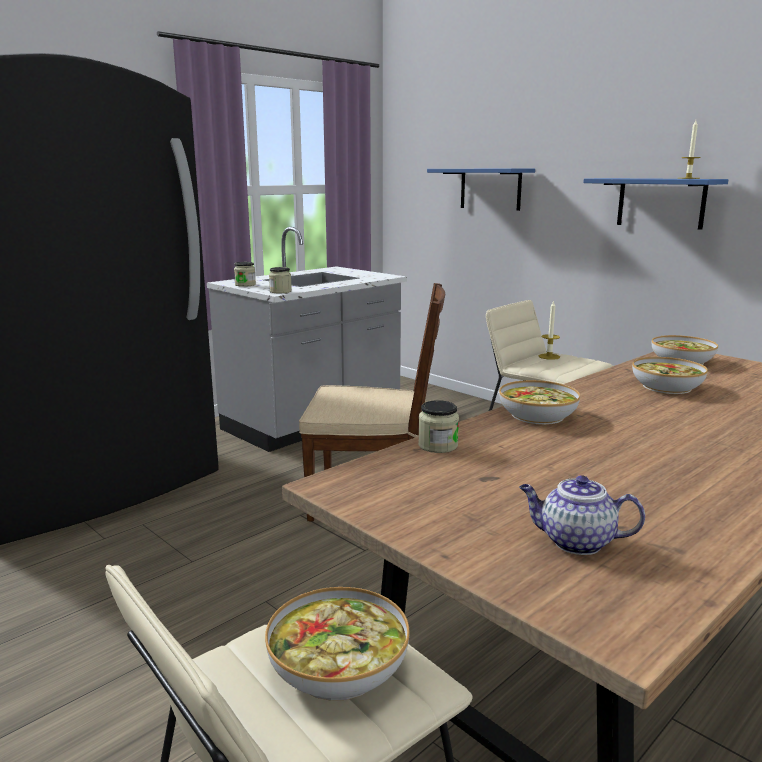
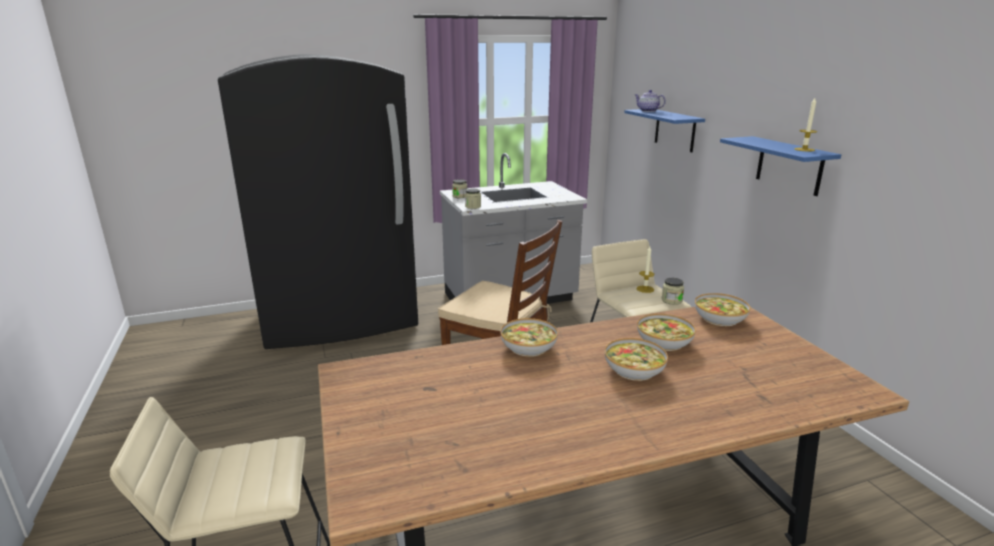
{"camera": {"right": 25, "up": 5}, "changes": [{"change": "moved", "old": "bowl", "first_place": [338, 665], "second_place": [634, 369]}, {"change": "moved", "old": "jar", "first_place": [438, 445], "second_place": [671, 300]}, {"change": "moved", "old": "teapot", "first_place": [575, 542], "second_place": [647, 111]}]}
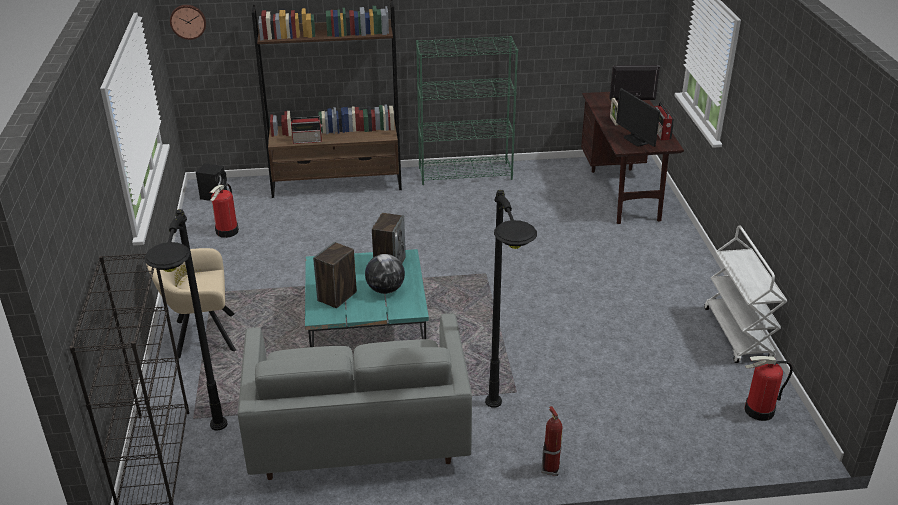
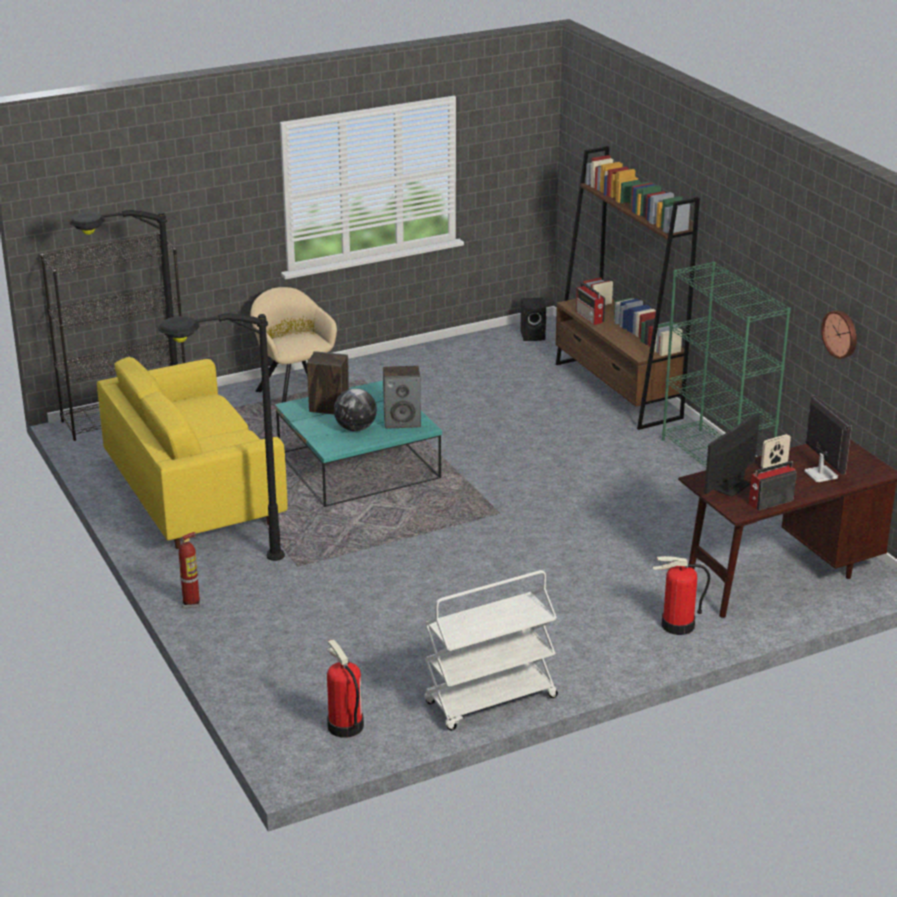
{"camera": {"right": 70, "up": -5}, "changes": [{"change": "moved", "old": "wall clock", "first_place": [188, 21], "second_place": [841, 333]}, {"change": "moved", "old": "fire extinguisher", "first_place": [227, 231], "second_place": [677, 625]}, {"change": "recoloured", "old": "grey sofa", "new": "yellow sofa", "first_place": [358, 435], "second_place": [195, 497]}]}
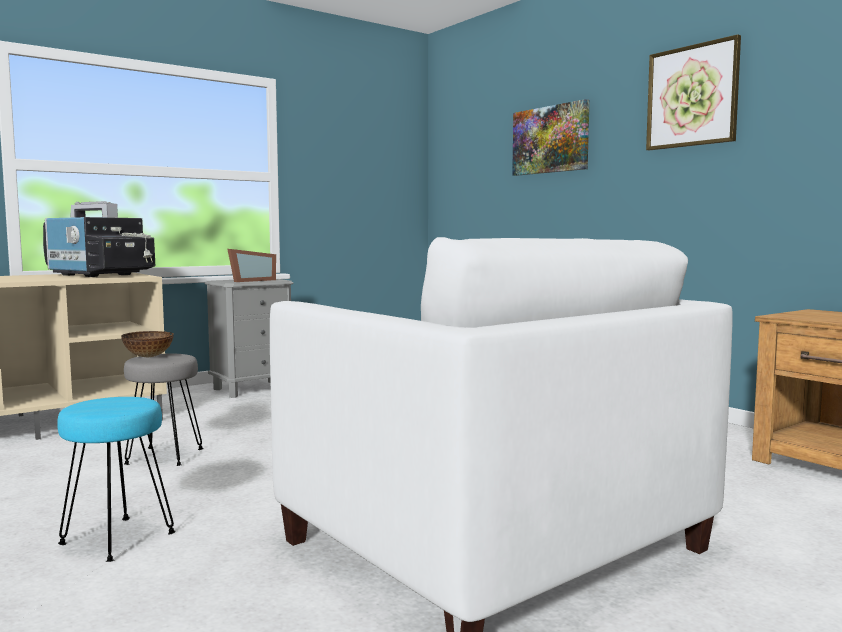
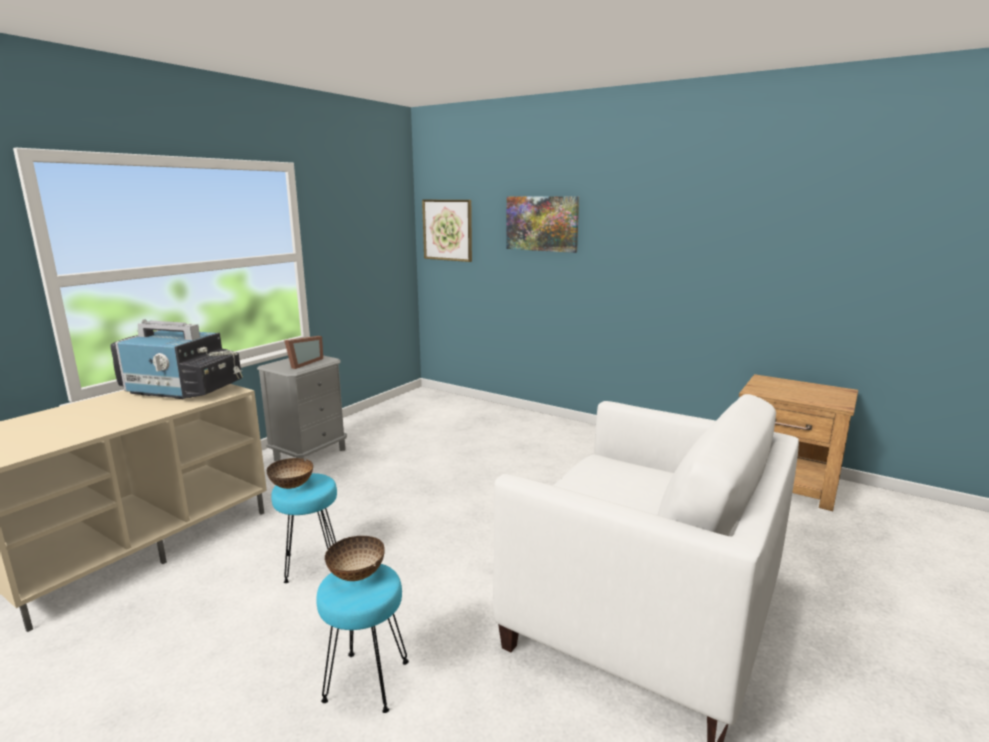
{"camera": {"right": -20, "up": 10}, "changes": [{"change": "added", "new": "bowl", "second_place": [356, 575]}, {"change": "moved", "old": "picture", "first_place": [692, 96], "second_place": [447, 230]}, {"change": "recoloured", "old": "grey stool", "new": "turquoise stool", "first_place": [165, 456], "second_place": [312, 563]}]}
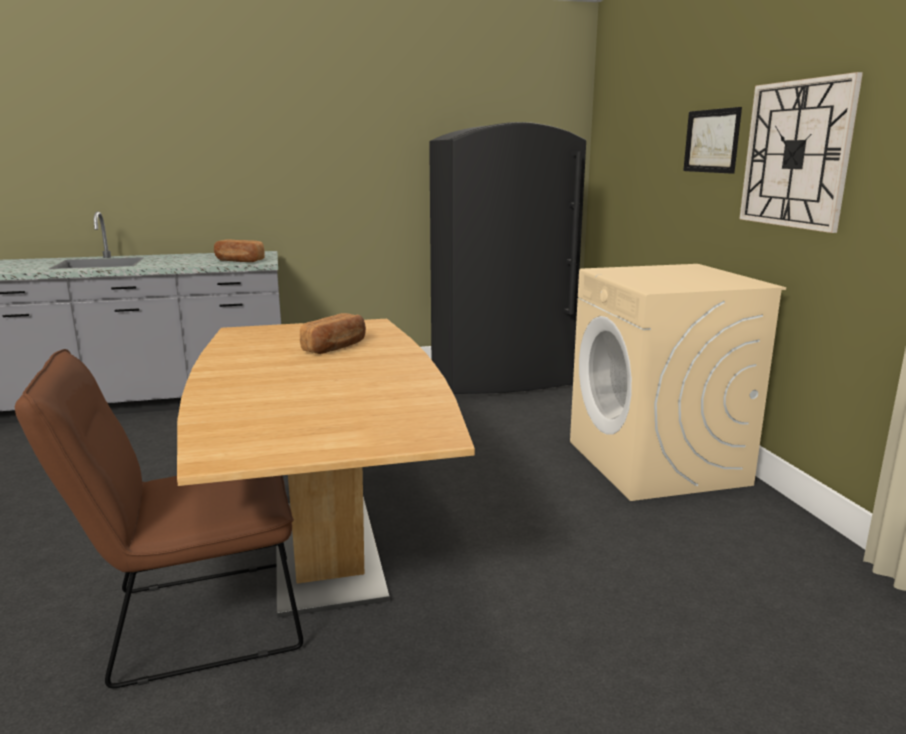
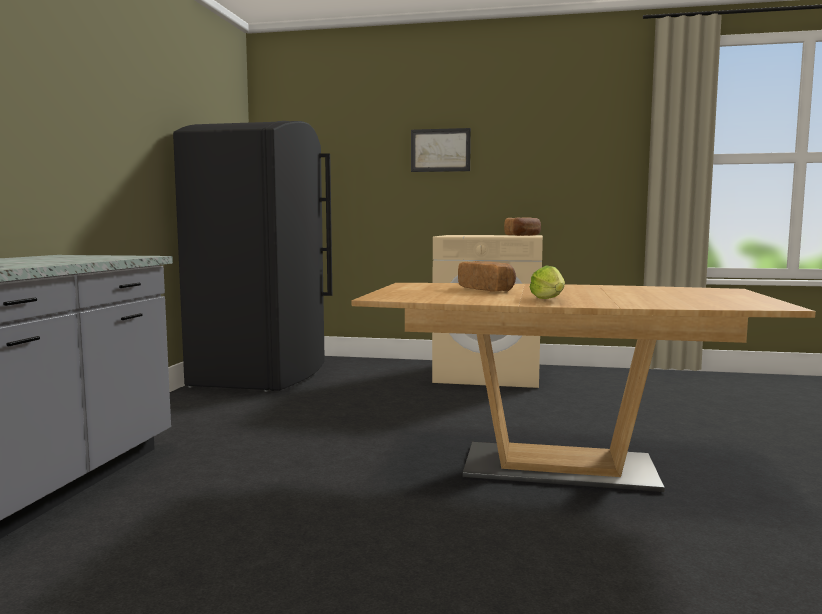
{"camera": {"right": -65, "up": -10}, "changes": [{"change": "removed", "old": "brown chair", "first_place": [191, 622]}, {"change": "removed", "old": "wall clock", "first_place": [796, 154]}, {"change": "added", "new": "lettuce", "second_place": [549, 299]}, {"change": "moved", "old": "bread", "first_place": [239, 261], "second_place": [523, 235]}]}
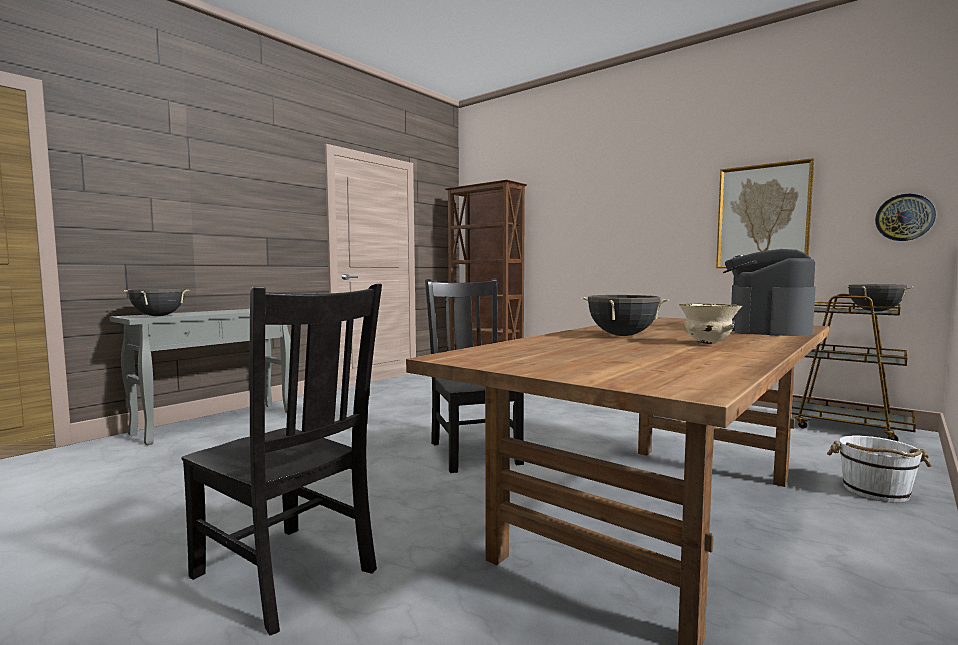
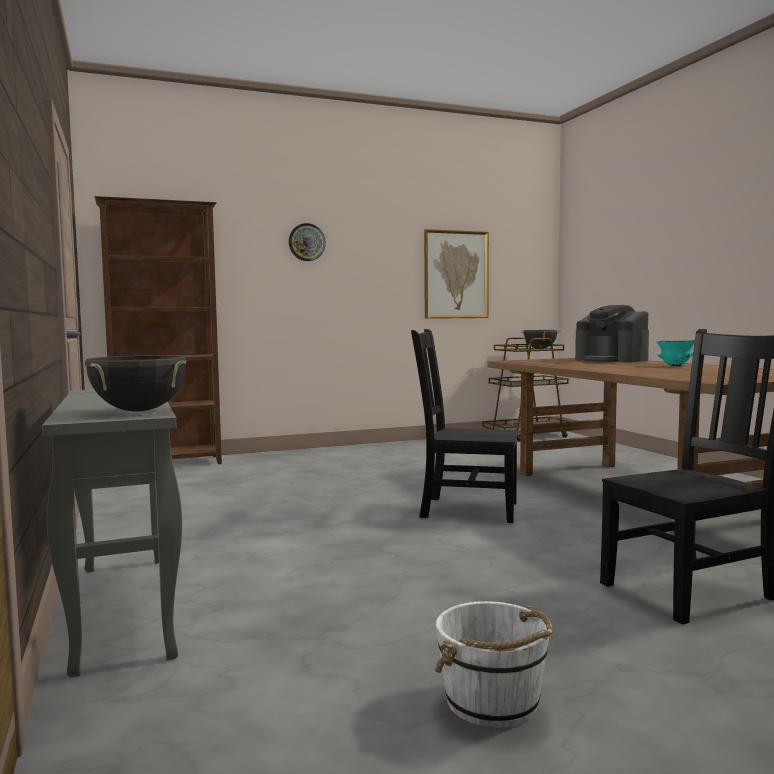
{"camera": {"right": -60, "up": 0}, "changes": [{"change": "removed", "old": "black cooking pot", "first_place": [622, 335]}, {"change": "moved", "old": "white bucket", "first_place": [875, 491], "second_place": [493, 702]}, {"change": "moved", "old": "wall clock", "first_place": [904, 217], "second_place": [306, 242]}, {"change": "recoloured", "old": "beige bowl", "new": "turquoise bowl", "first_place": [708, 343], "second_place": [675, 366]}]}
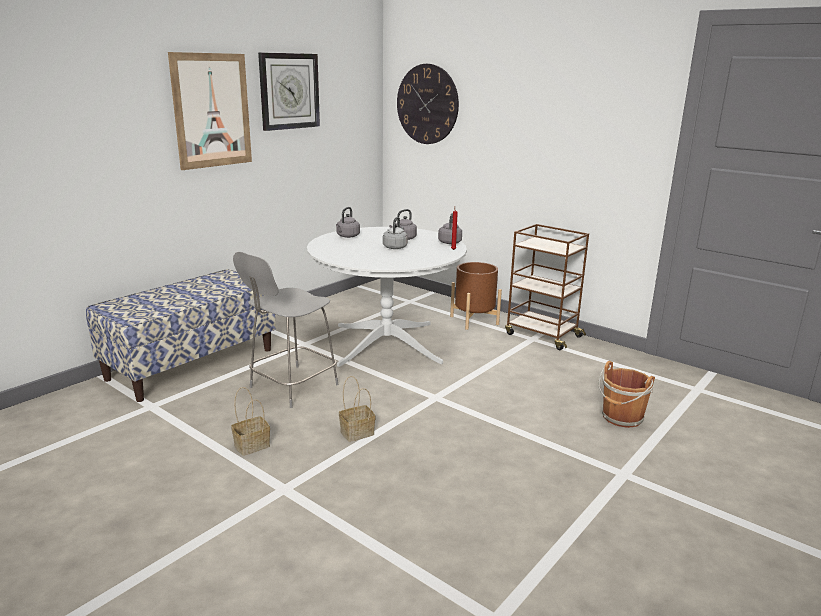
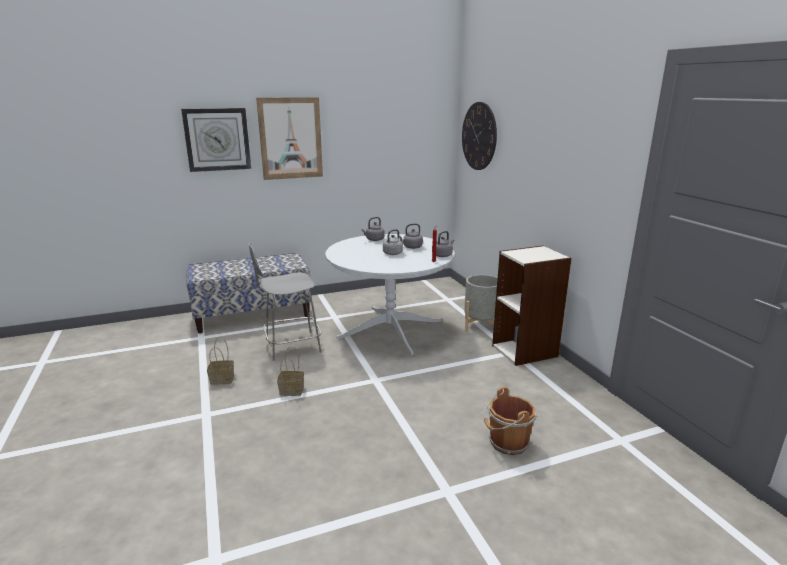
{"camera": {"right": 30, "up": 0}, "changes": [{"change": "moved", "old": "wall clock", "first_place": [289, 91], "second_place": [217, 139]}, {"change": "replaced", "old": "brown cart", "new": "bookcase", "first_place": [542, 335], "second_place": [525, 351]}, {"change": "recoloured", "old": "brown planter", "new": "grey planter", "first_place": [474, 320], "second_place": [481, 325]}]}
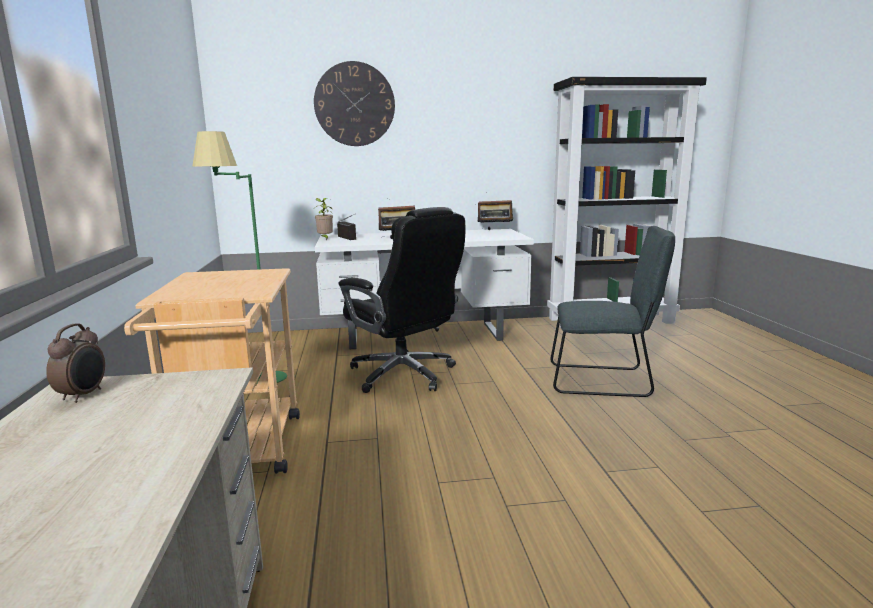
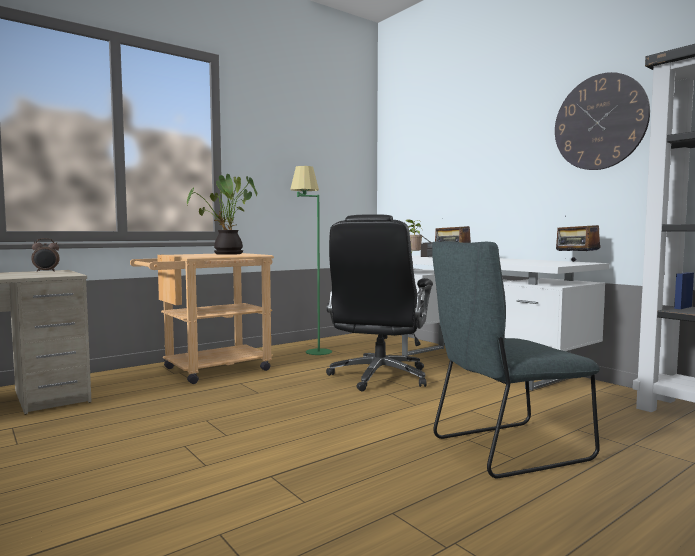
{"camera": {"right": 60, "up": -10}, "changes": [{"change": "added", "new": "potted plant", "second_place": [226, 254]}, {"change": "moved", "old": "wall clock", "first_place": [354, 104], "second_place": [599, 122]}, {"change": "turned", "old": "grey chair", "first_place": [604, 381], "second_place": [505, 449], "degrees": 90}]}
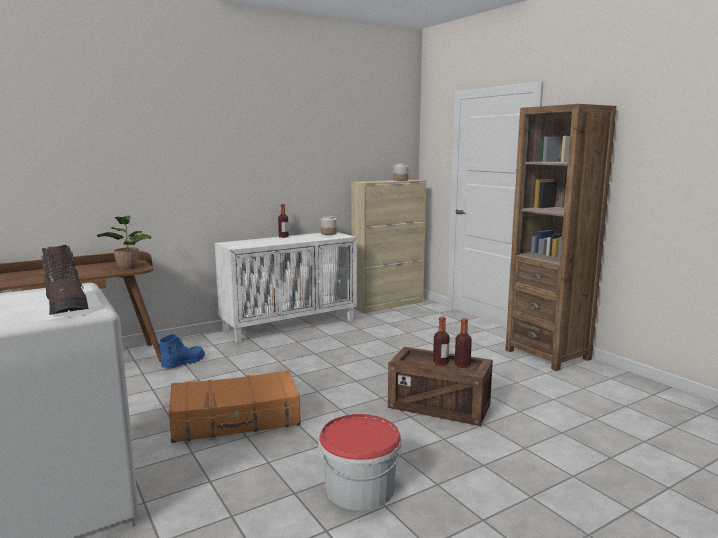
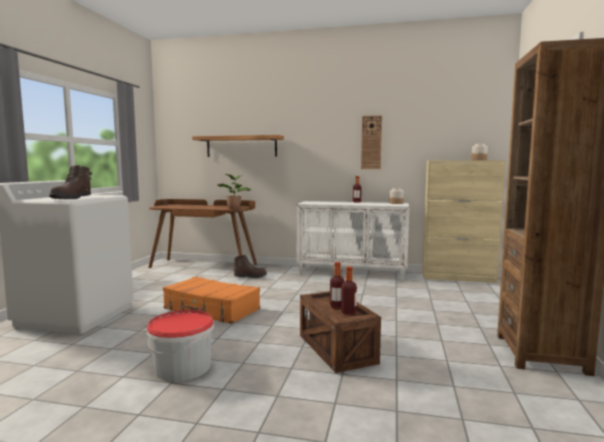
{"camera": {"right": 45, "up": -5}, "changes": [{"change": "added", "new": "shelf", "second_place": [241, 146]}, {"change": "added", "new": "wall clock", "second_place": [371, 142]}, {"change": "recoloured", "old": "blue boot", "new": "brown boot", "first_place": [183, 363], "second_place": [250, 277]}]}
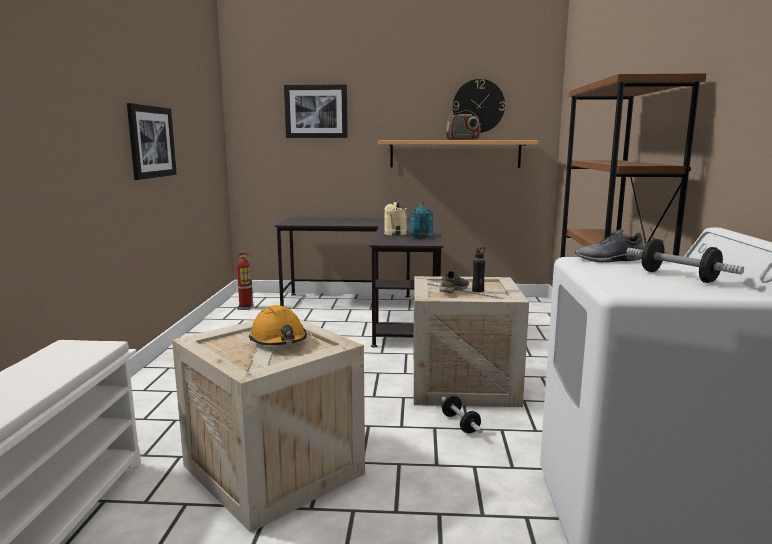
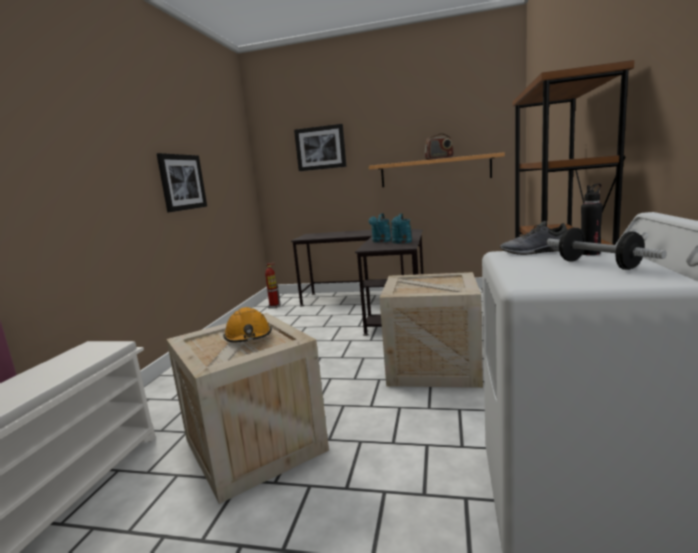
{"camera": {"right": 10, "up": 0}, "changes": [{"change": "removed", "old": "grey shoe", "first_place": [453, 289]}, {"change": "removed", "old": "dumbbell", "first_place": [460, 424]}, {"change": "removed", "old": "wall clock", "first_place": [478, 106]}, {"change": "moved", "old": "black bottle", "first_place": [478, 291], "second_place": [590, 253]}, {"change": "recoloured", "old": "beige watering can", "new": "turquoise watering can", "first_place": [395, 234], "second_place": [380, 241]}]}
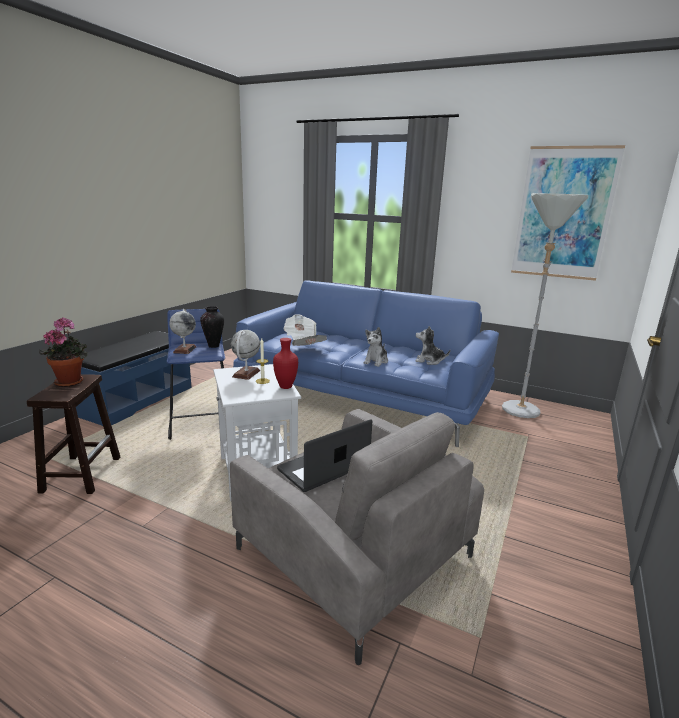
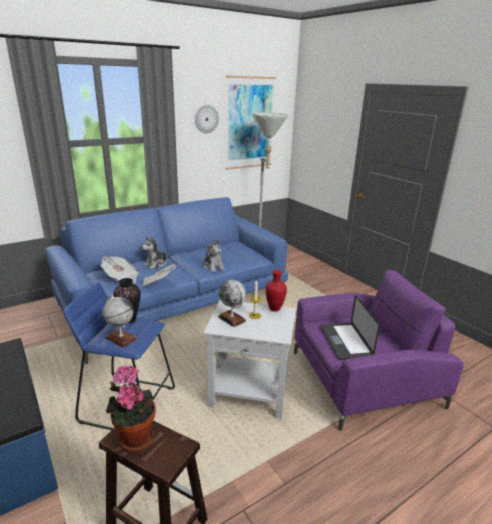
{"camera": {"right": -60, "up": 5}, "changes": [{"change": "added", "new": "wall clock", "second_place": [206, 119]}, {"change": "moved", "old": "plush toy", "first_place": [429, 361], "second_place": [156, 264]}, {"change": "recoloured", "old": "grey armchair", "new": "purple armchair", "first_place": [353, 551], "second_place": [363, 378]}]}
